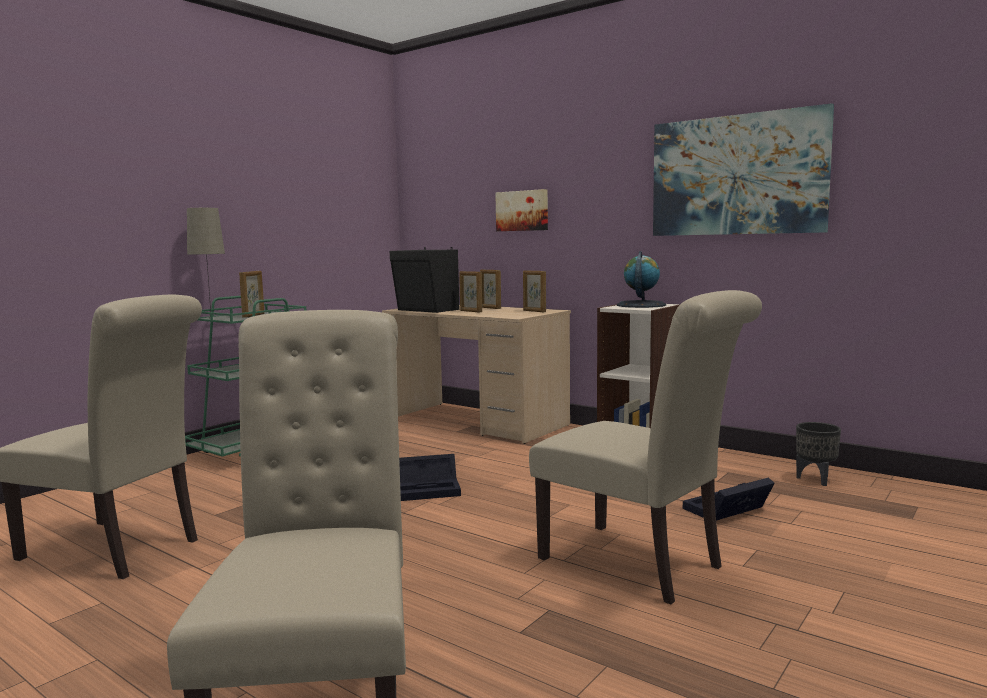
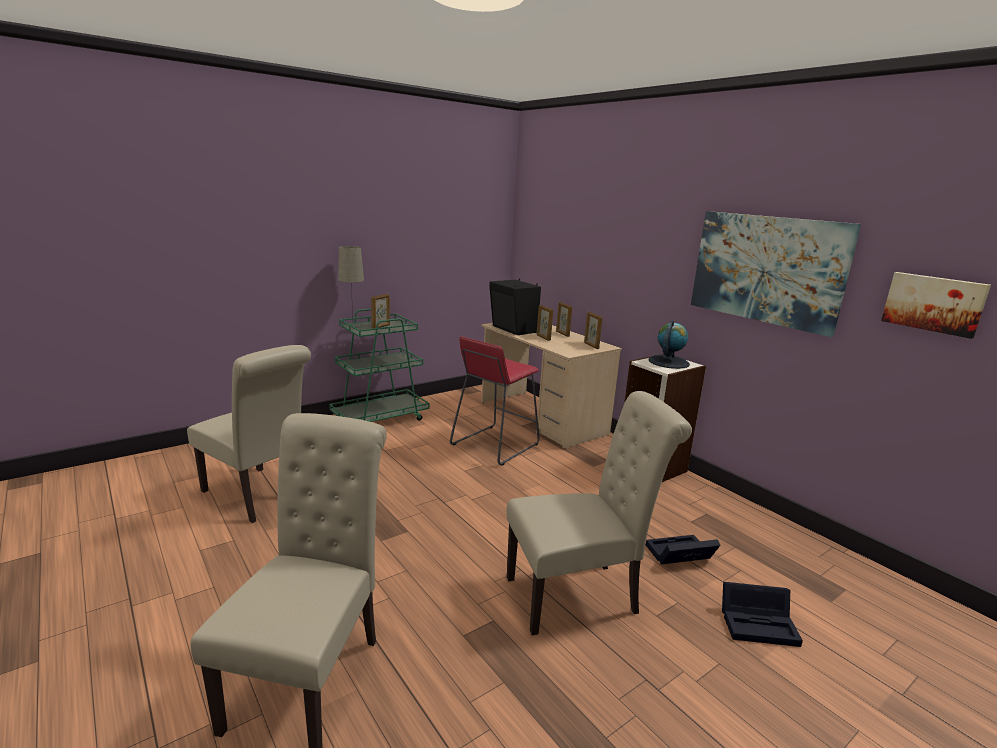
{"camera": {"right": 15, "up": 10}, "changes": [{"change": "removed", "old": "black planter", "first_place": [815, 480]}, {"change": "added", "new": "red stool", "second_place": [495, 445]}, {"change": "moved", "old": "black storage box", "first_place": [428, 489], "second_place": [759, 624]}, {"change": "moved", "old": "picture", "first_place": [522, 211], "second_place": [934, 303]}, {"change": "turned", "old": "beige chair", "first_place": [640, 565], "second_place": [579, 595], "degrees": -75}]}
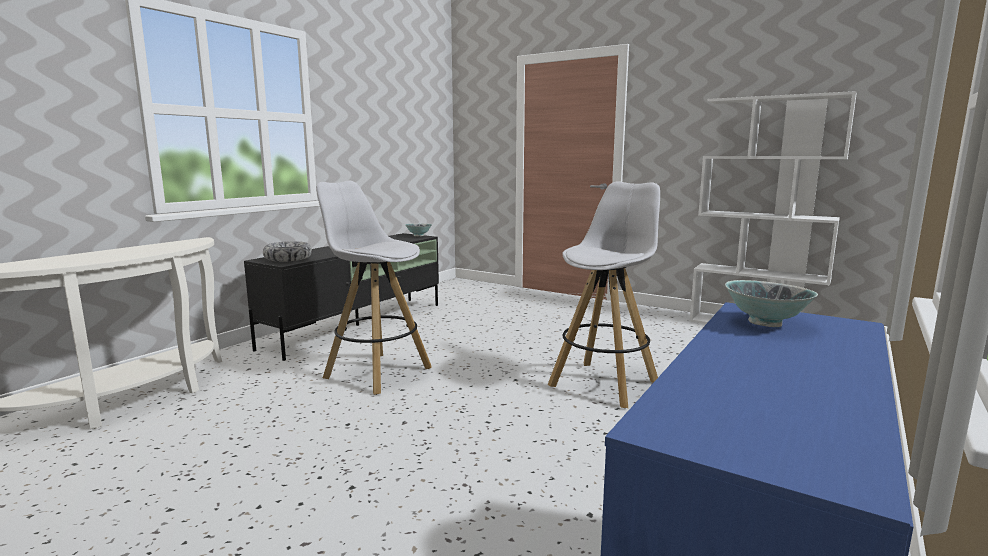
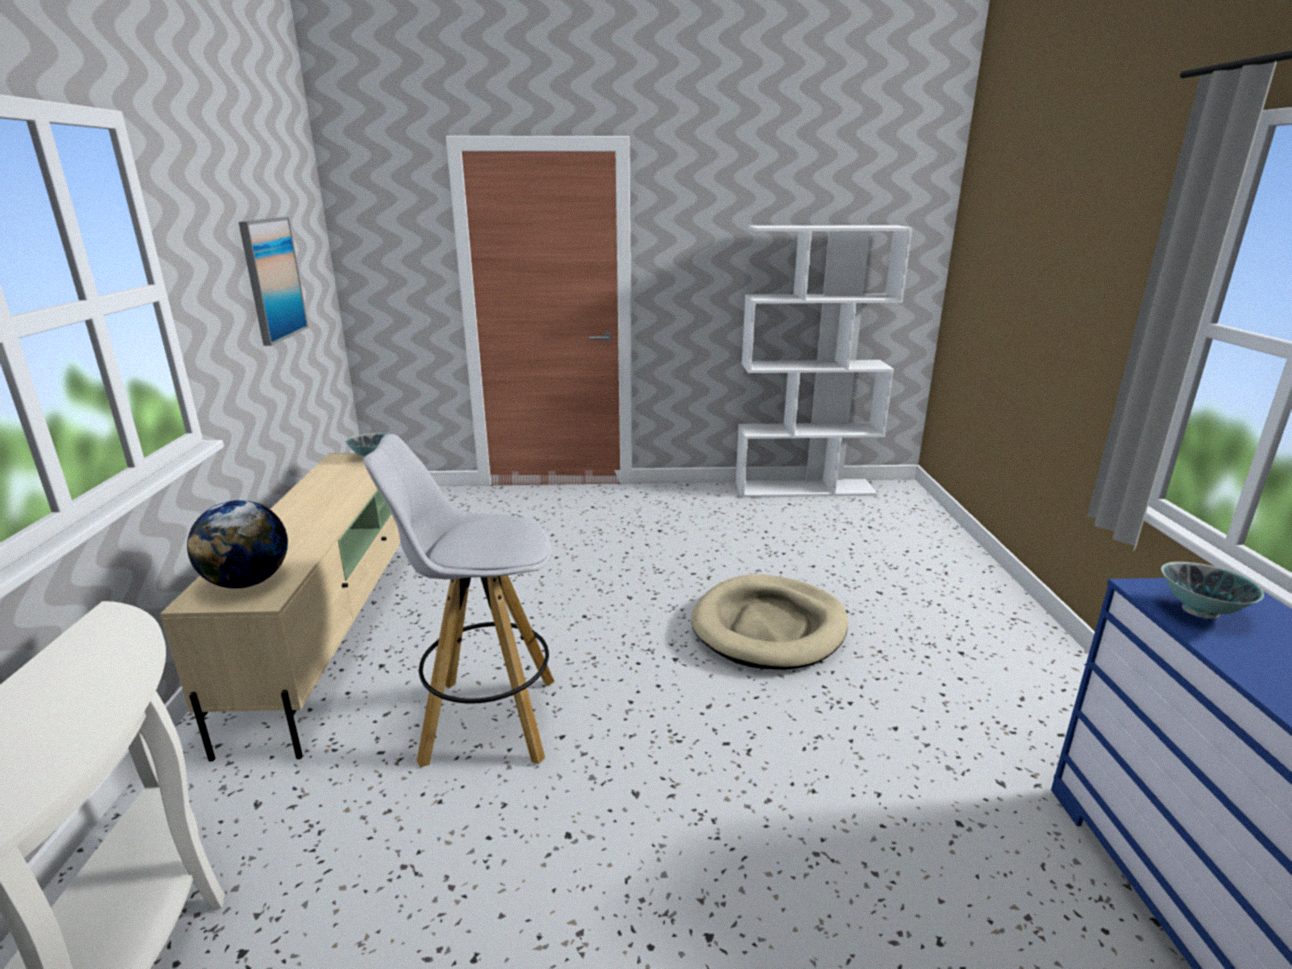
{"camera": {"right": -35, "up": 10}, "changes": [{"change": "added", "new": "picture", "second_place": [272, 279]}, {"change": "replaced", "old": "bowl", "new": "globe", "first_place": [288, 258], "second_place": [248, 582]}, {"change": "replaced", "old": "white stool", "new": "beige dog bed", "first_place": [604, 383], "second_place": [769, 627]}, {"change": "recoloured", "old": "black tv stand", "new": "beige tv stand", "first_place": [359, 325], "second_place": [334, 633]}]}
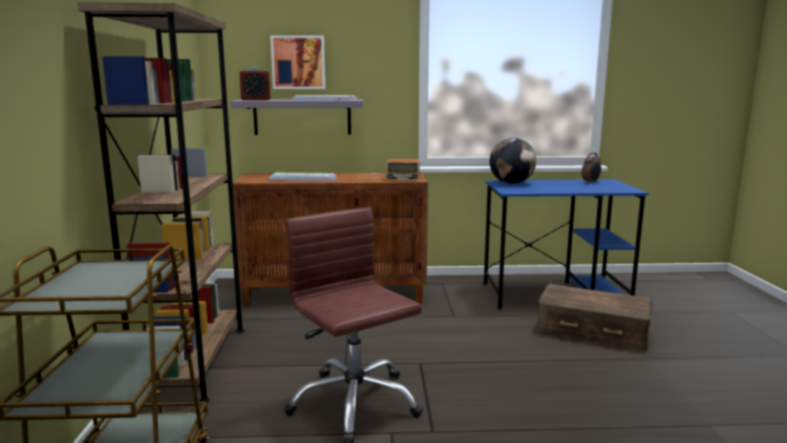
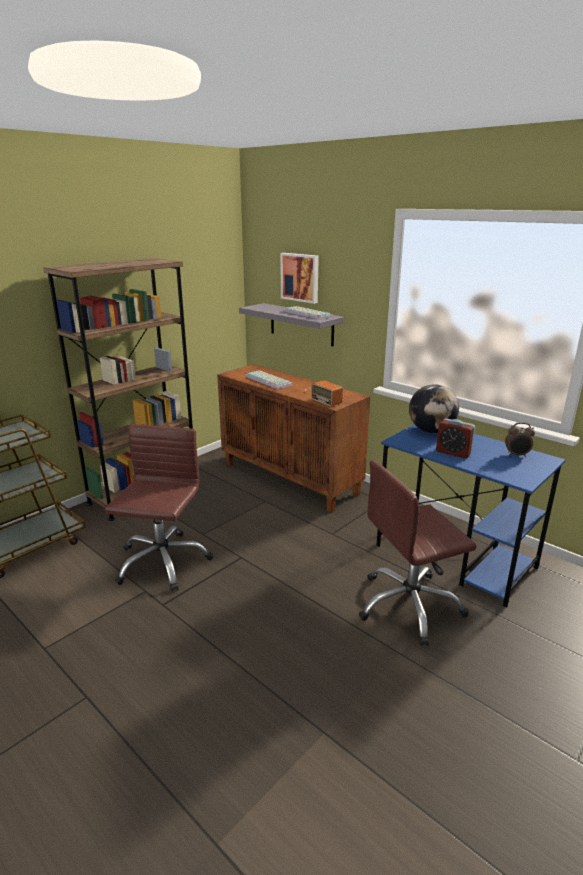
{"camera": {"right": 45, "up": 10}, "changes": [{"change": "moved", "old": "alarm clock", "first_place": [256, 100], "second_place": [453, 452]}, {"change": "replaced", "old": "brown storage box", "new": "brown office chair", "first_place": [592, 332], "second_place": [409, 606]}]}
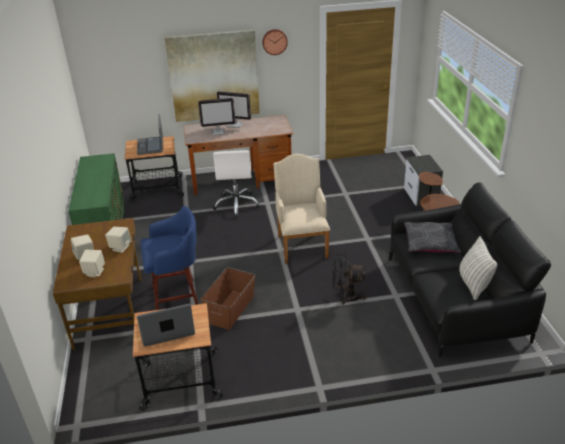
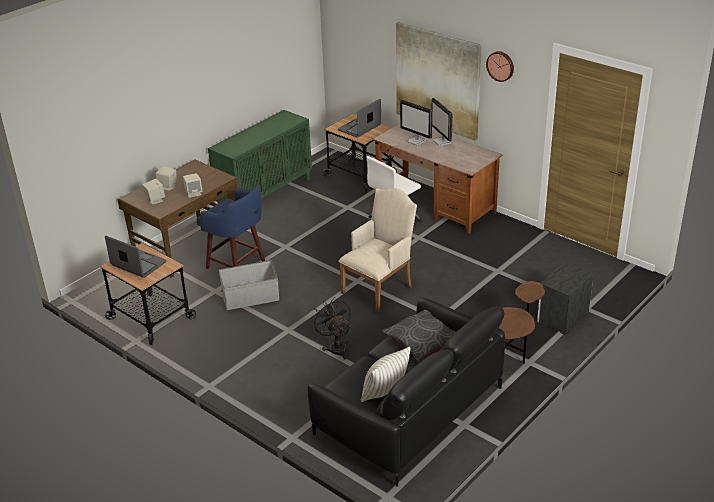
{"camera": {"right": 50, "up": 0}, "changes": [{"change": "recoloured", "old": "brown storage box", "new": "grey storage box", "first_place": [230, 309], "second_place": [250, 298]}]}
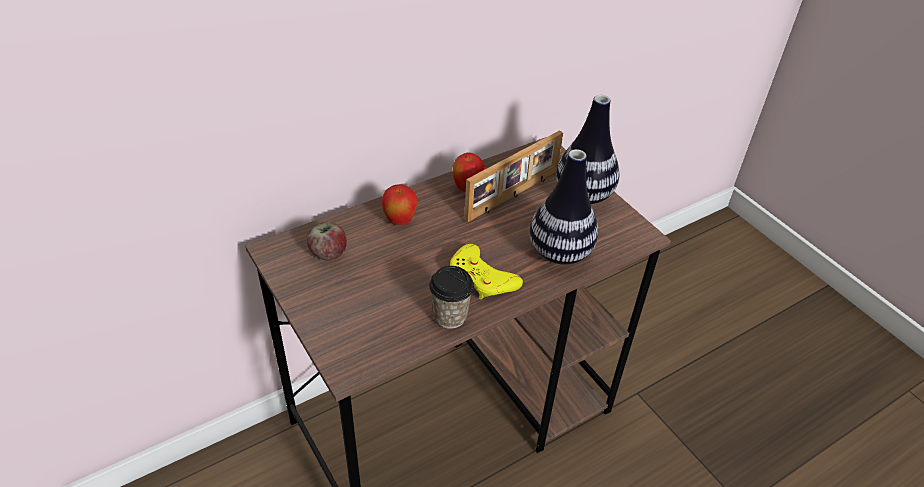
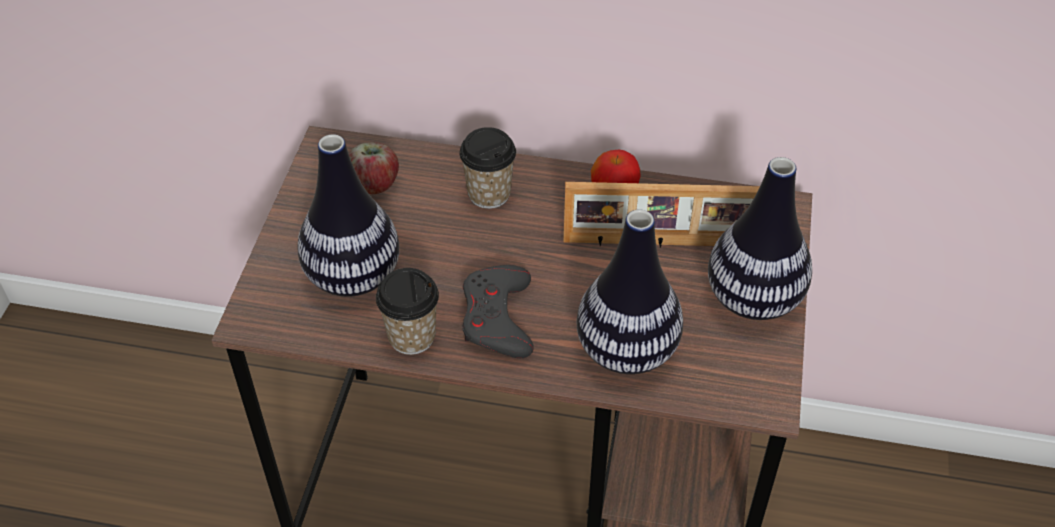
{"camera": {"right": 45, "up": 5}, "changes": [{"change": "added", "new": "vase", "second_place": [353, 275]}, {"change": "replaced", "old": "apple", "new": "cup", "first_place": [400, 221], "second_place": [489, 194]}, {"change": "recoloured", "old": "yellow game controller", "new": "grey game controller", "first_place": [482, 278], "second_place": [498, 318]}]}
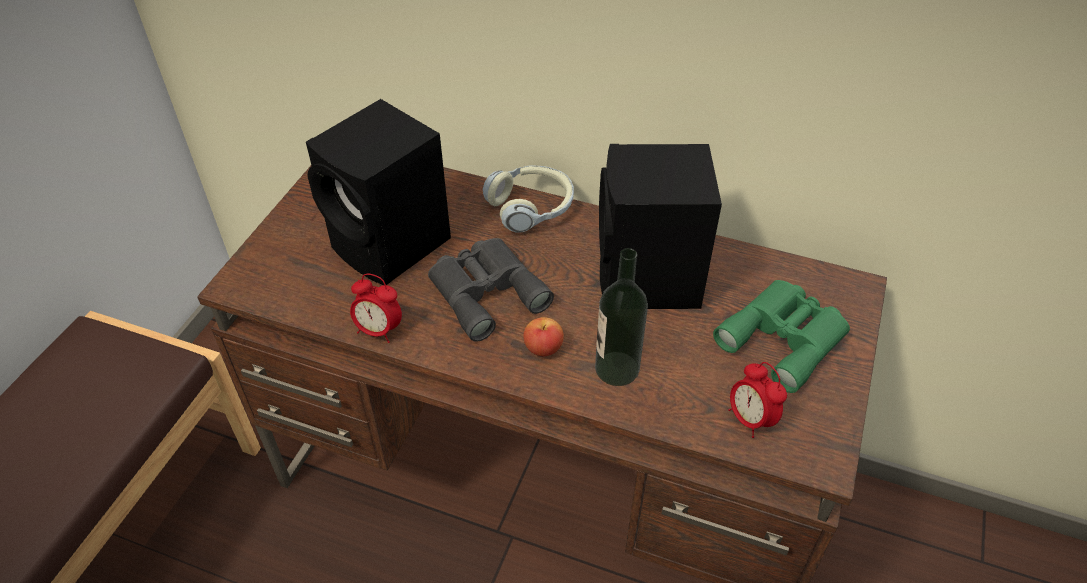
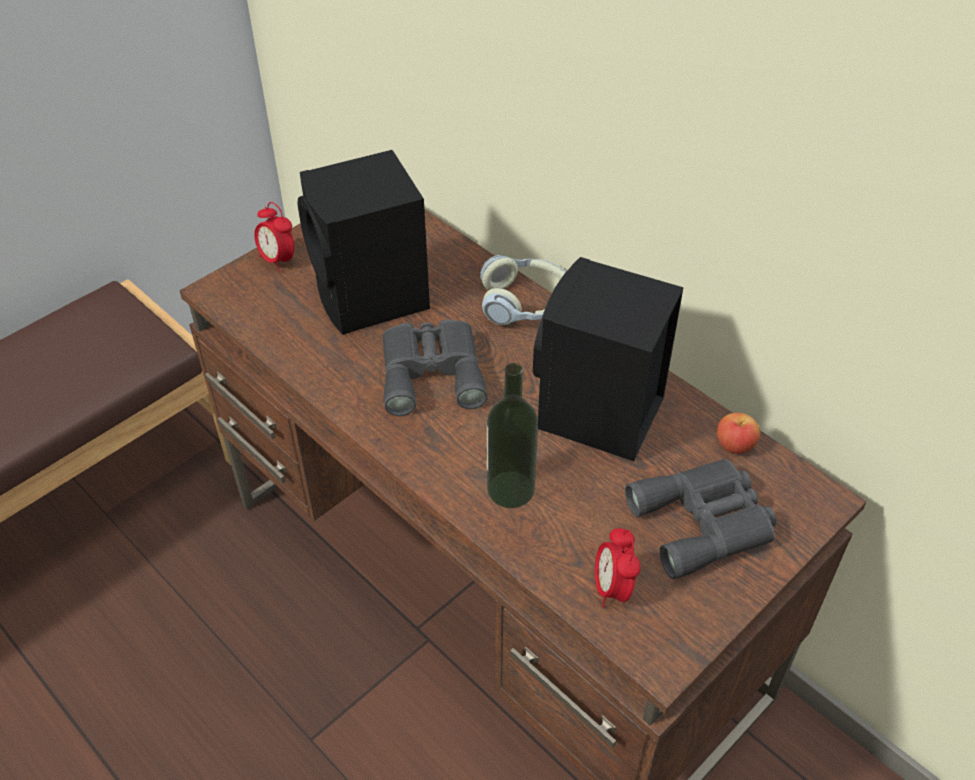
{"camera": {"right": 25, "up": 0}, "changes": [{"change": "moved", "old": "alarm clock", "first_place": [379, 330], "second_place": [278, 260]}, {"change": "moved", "old": "apple", "first_place": [543, 348], "second_place": [734, 445]}, {"change": "recoloured", "old": "green binoculars", "new": "grey binoculars", "first_place": [785, 338], "second_place": [705, 522]}]}
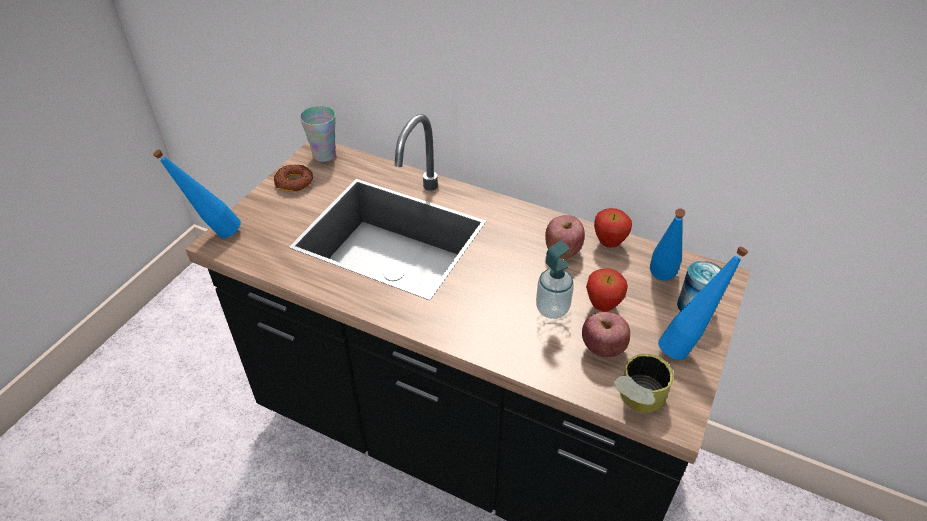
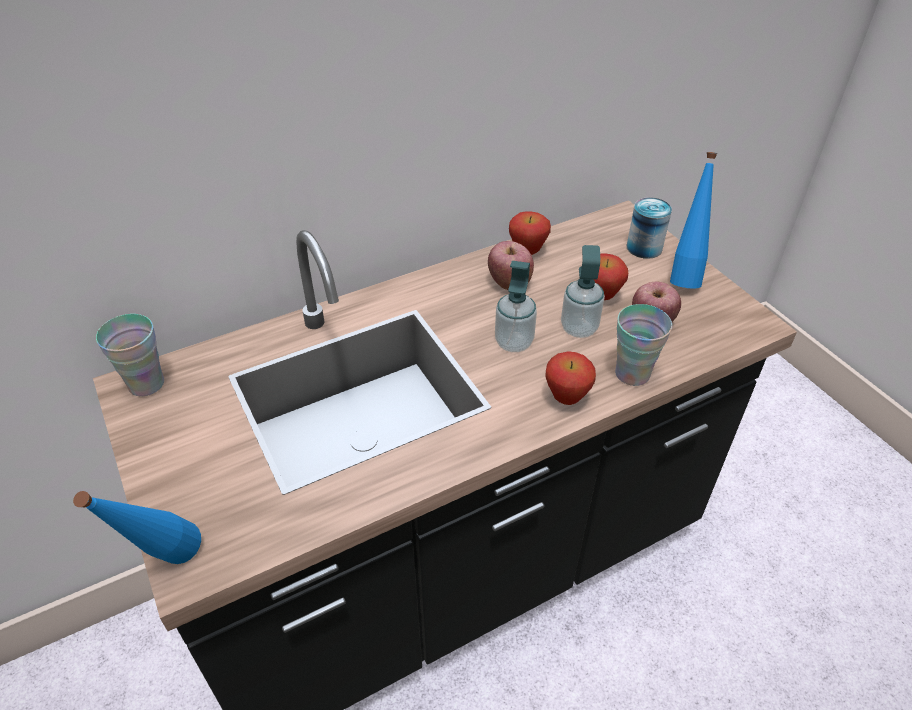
{"camera": {"right": -55, "up": 0}, "changes": [{"change": "removed", "old": "donut", "first_place": [294, 182]}, {"change": "removed", "old": "can", "first_place": [635, 403]}, {"change": "removed", "old": "blue bottle", "first_place": [659, 282]}, {"change": "added", "new": "soap dispenser", "second_place": [513, 342]}, {"change": "added", "new": "apple", "second_place": [566, 398]}, {"change": "added", "new": "cup", "second_place": [632, 374]}]}
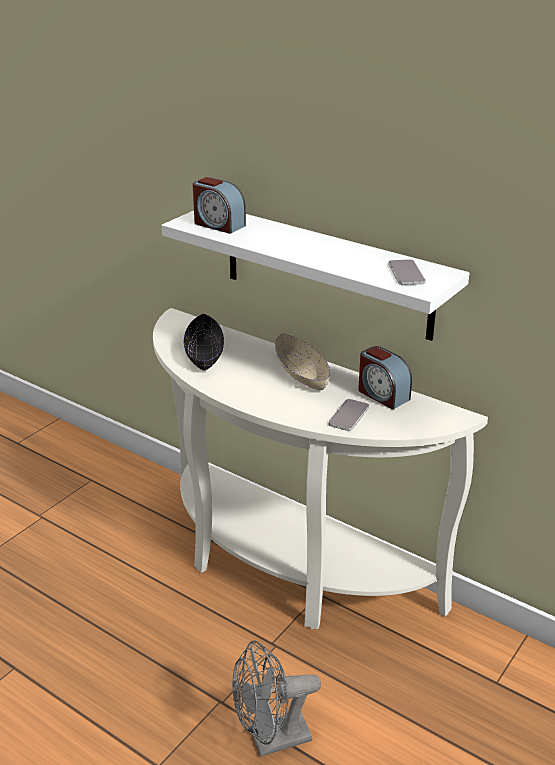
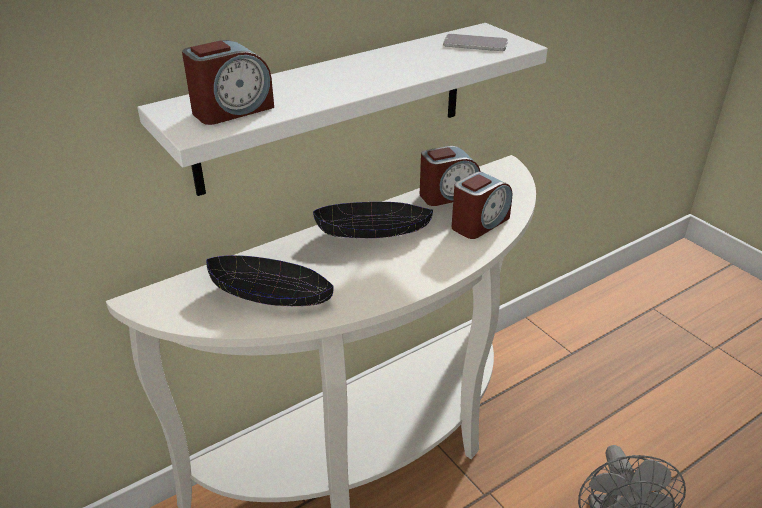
{"camera": {"right": -70, "up": 5}, "changes": [{"change": "replaced", "old": "phone", "new": "alarm clock", "first_place": [348, 416], "second_place": [479, 223]}, {"change": "recoloured", "old": "beige bowl", "new": "black bowl", "first_place": [302, 373], "second_place": [373, 231]}]}
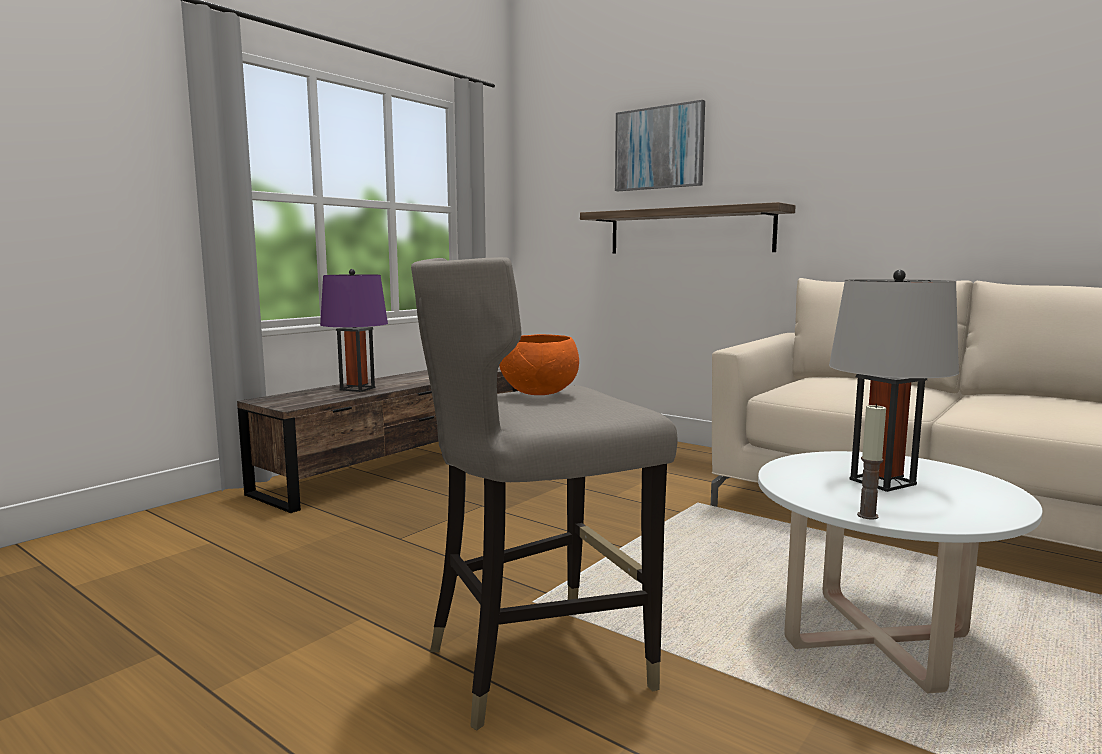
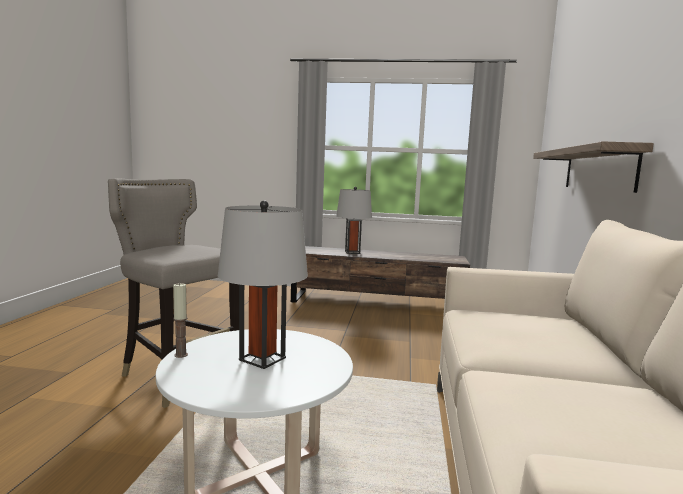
{"camera": {"right": 60, "up": 0}, "changes": [{"change": "removed", "old": "orange bowl", "first_place": [540, 394]}, {"change": "removed", "old": "picture", "first_place": [659, 148]}, {"change": "recoloured", "old": "purple table lamp", "new": "grey table lamp", "first_place": [357, 389], "second_place": [352, 252]}]}
